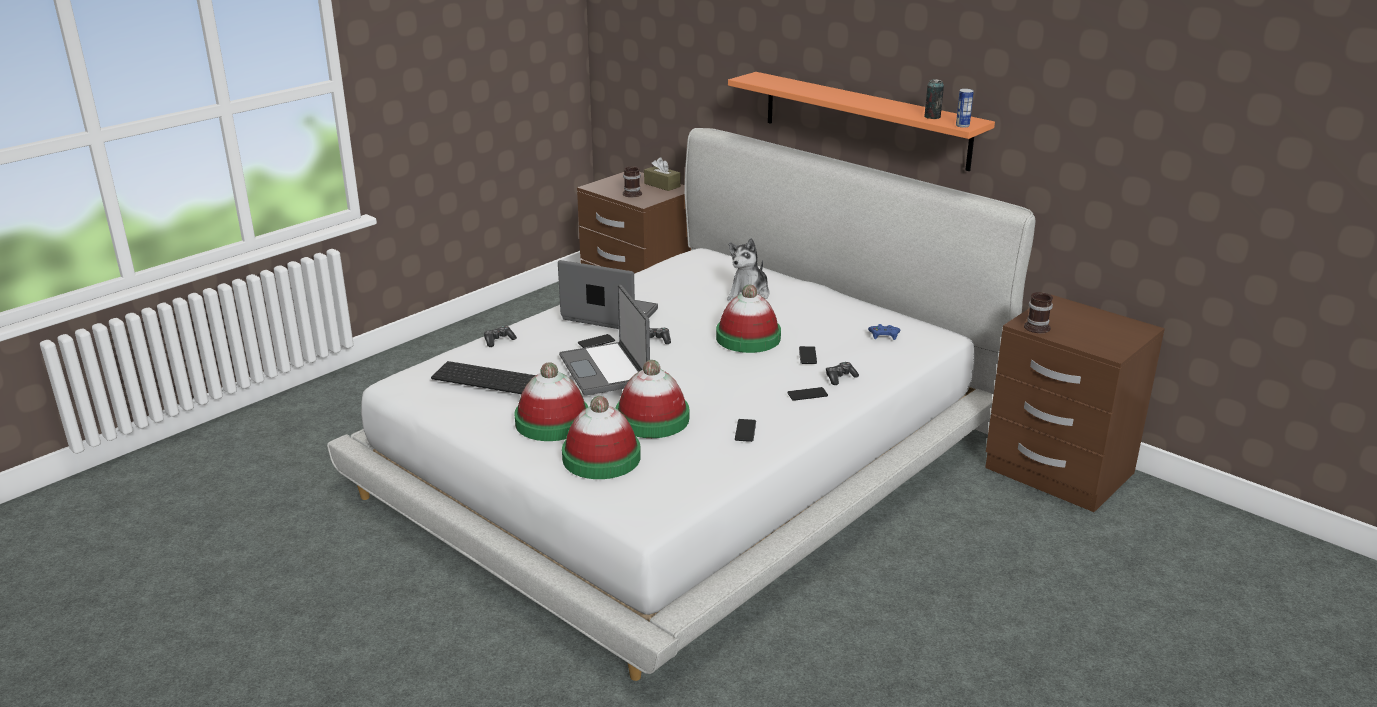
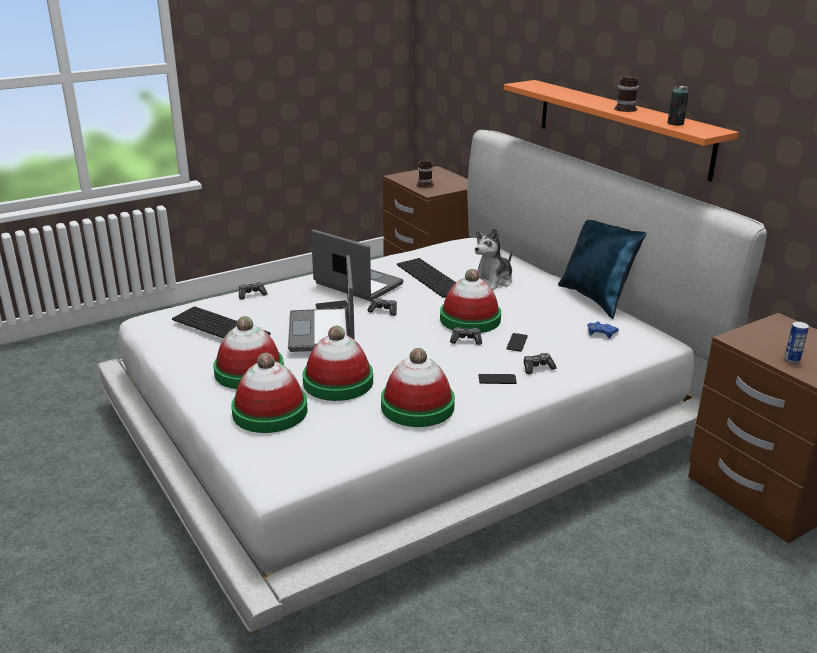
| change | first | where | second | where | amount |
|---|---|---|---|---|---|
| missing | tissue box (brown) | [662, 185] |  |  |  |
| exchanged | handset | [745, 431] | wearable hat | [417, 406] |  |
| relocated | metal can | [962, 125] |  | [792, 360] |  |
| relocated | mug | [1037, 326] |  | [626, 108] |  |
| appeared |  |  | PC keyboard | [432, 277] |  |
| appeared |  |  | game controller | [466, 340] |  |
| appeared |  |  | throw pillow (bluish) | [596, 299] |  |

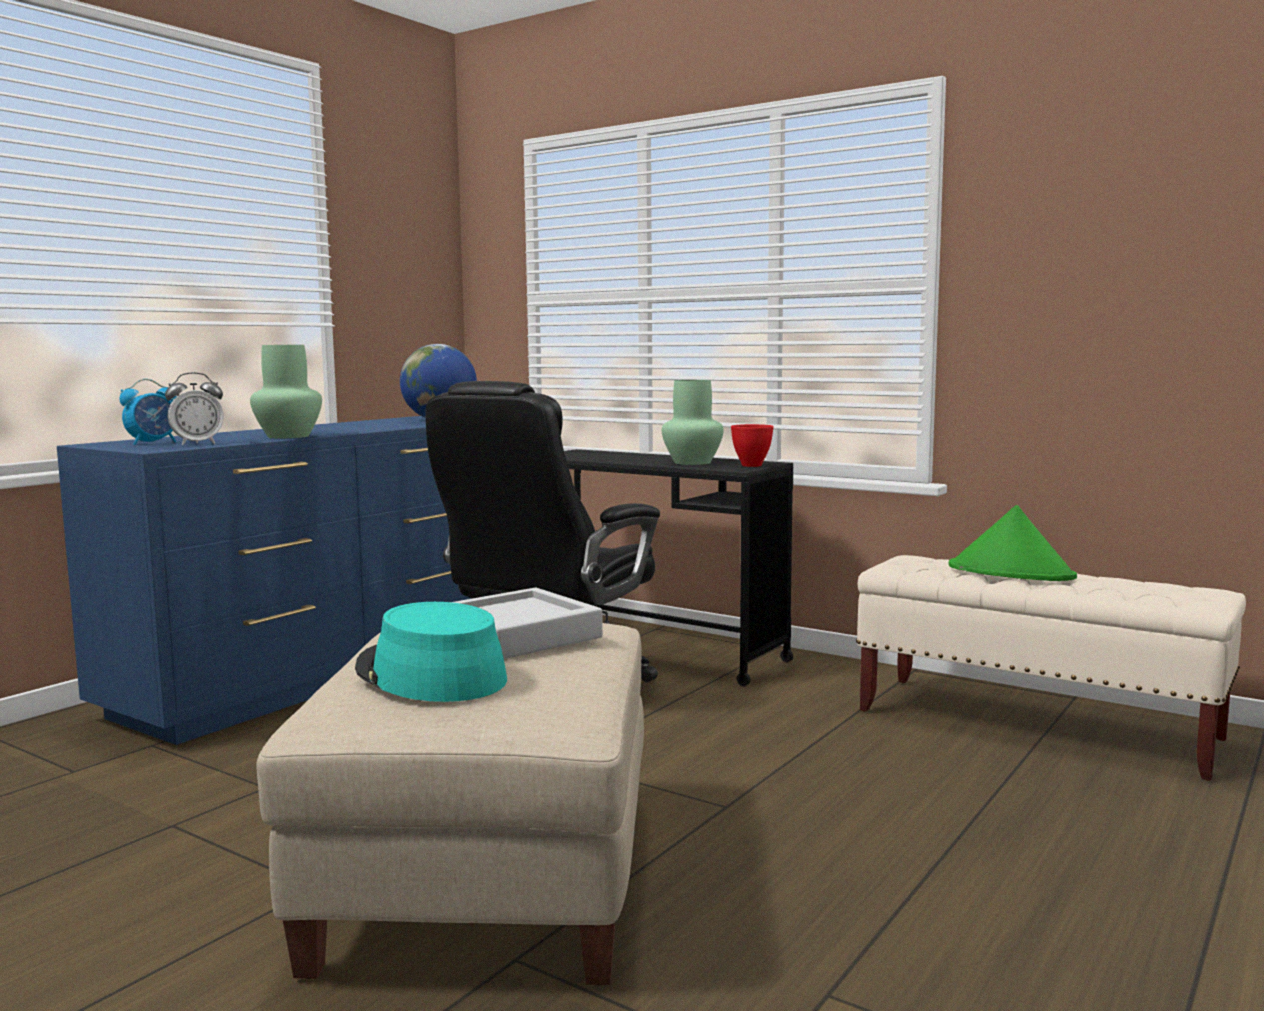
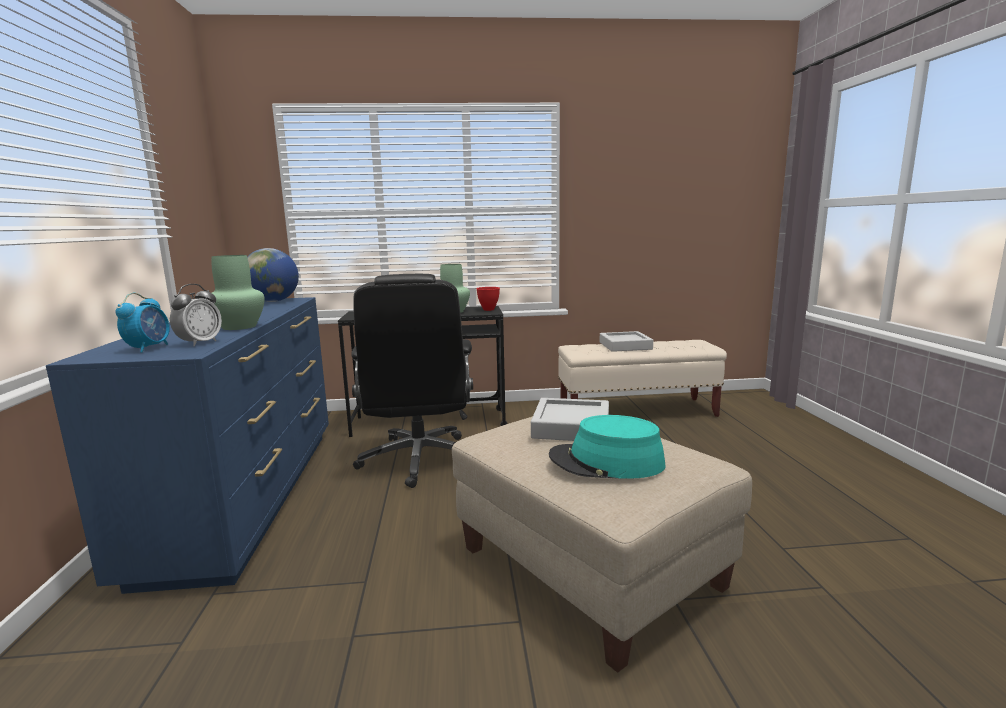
| change | first | where | second | where | amount |
|---|---|---|---|---|---|
| exchanged | wearable hat (greenish) | [1011, 572] | carrying tray (greyish) | [625, 346] |  |

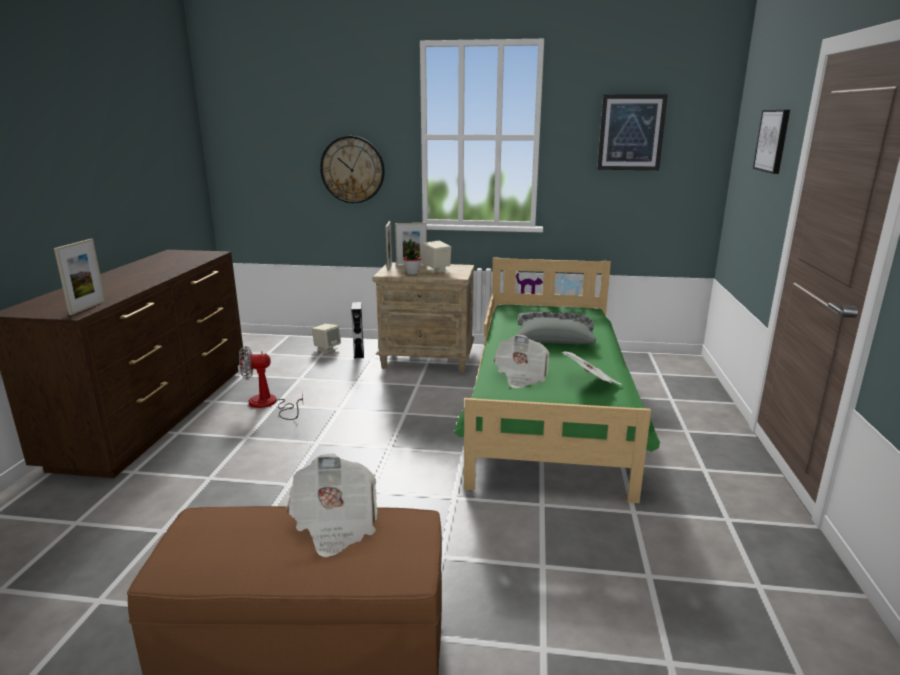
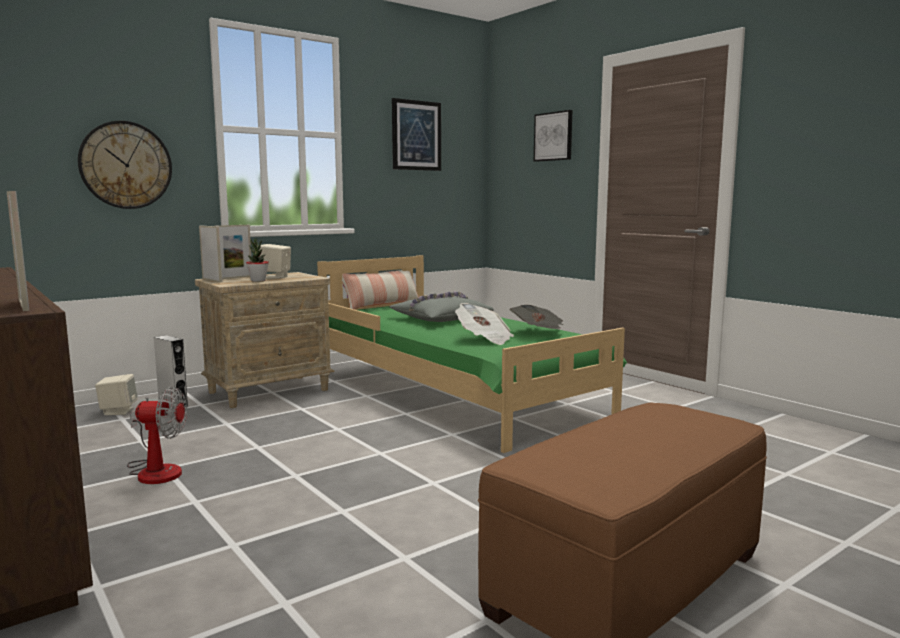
| change | first | where | second | where | amount |
|---|---|---|---|---|---|
| spun | fan | [269, 405] |  | [156, 470] | 120 degrees counterclockwise |
| missing | printed paper | [335, 525] |  |  |  |
| appeared |  |  | throw pillow | [382, 305] |  |

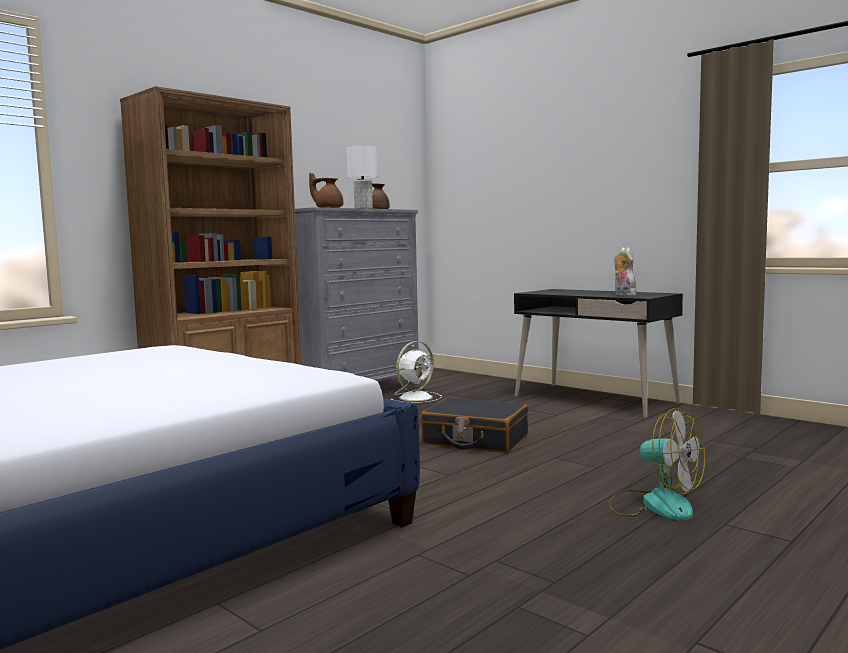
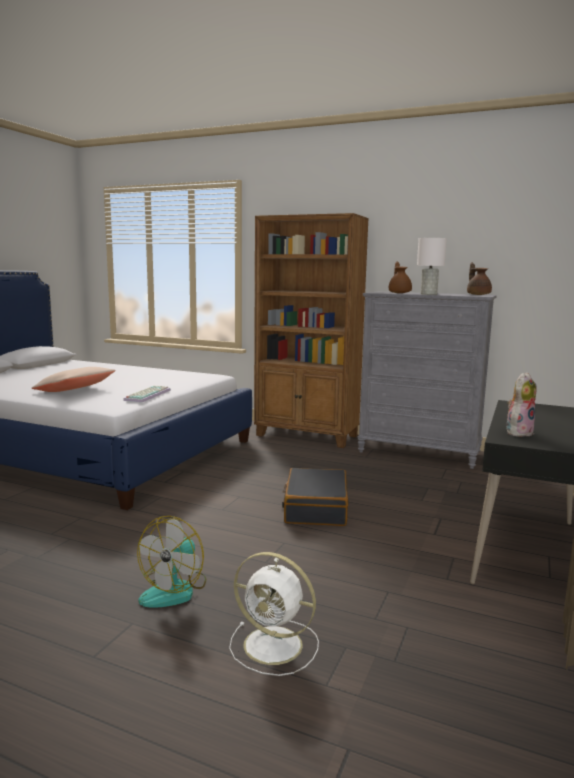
| change | first | where | second | where | amount |
|---|---|---|---|---|---|
| relocated | fan (white) | [417, 397] |  | [275, 646] |  |
| appeared |  |  | throw pillow (beige) | [75, 391] |  |
| appeared |  |  | PC keyboard | [147, 395] |  |

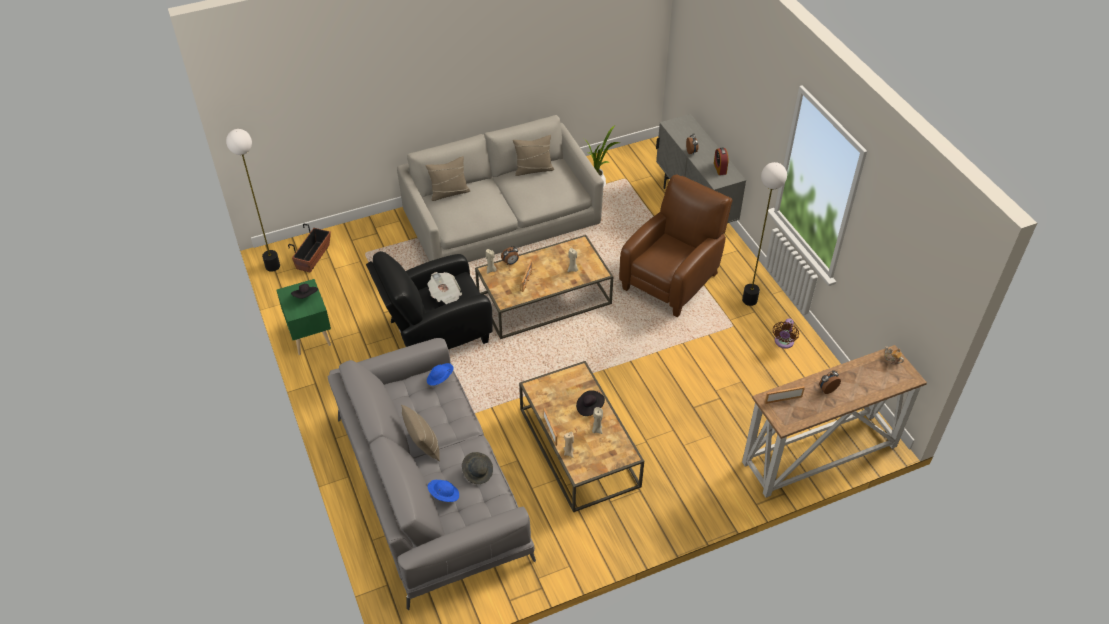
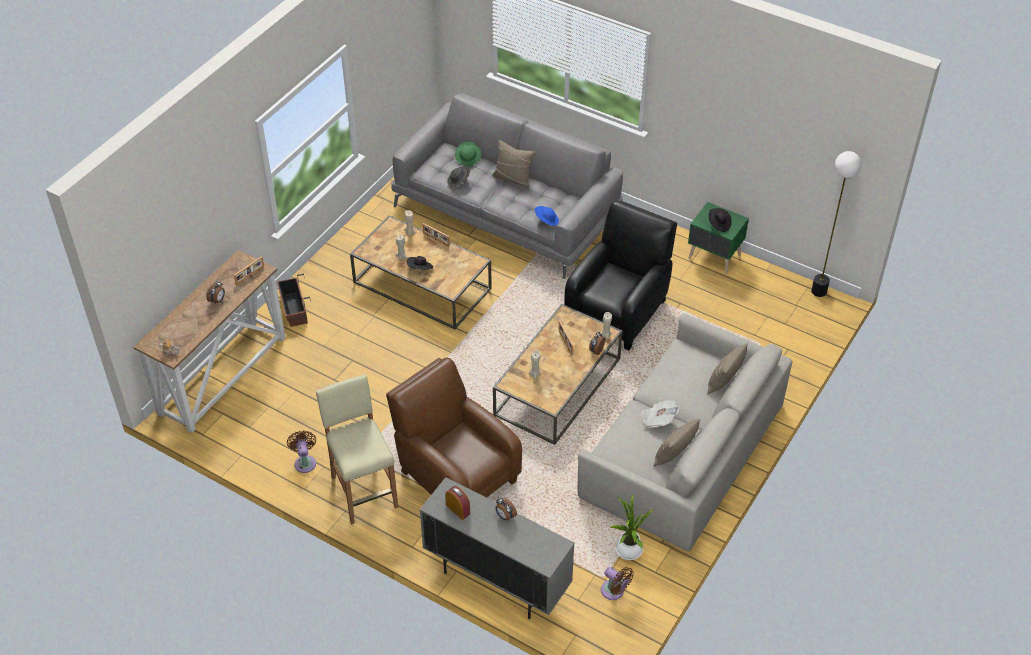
| change | first | where | second | where | amount |
|---|---|---|---|---|---|
| relocated | flower pot | [313, 257] |  | [294, 309] |  |
| relocated | printed paper | [445, 295] |  | [658, 419] |  |
| colour | wearable hat (bluish) | [443, 495] | wearable hat (greenish) | [468, 159] |  |
| spun | easy chair (brown) | [672, 279] |  | [455, 473] | 135 degrees clockwise |
| exchanged | floor lamp | [749, 300] | stool seat (beige) | [364, 491] |  |
| appeared |  |  | fan (brown) | [614, 592] |  |

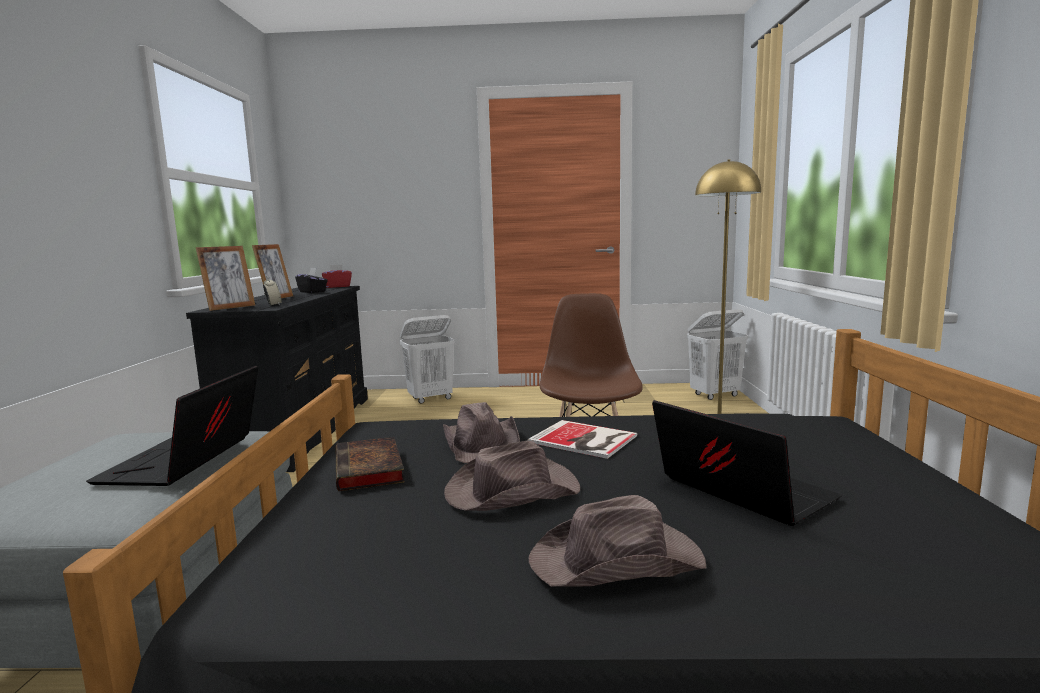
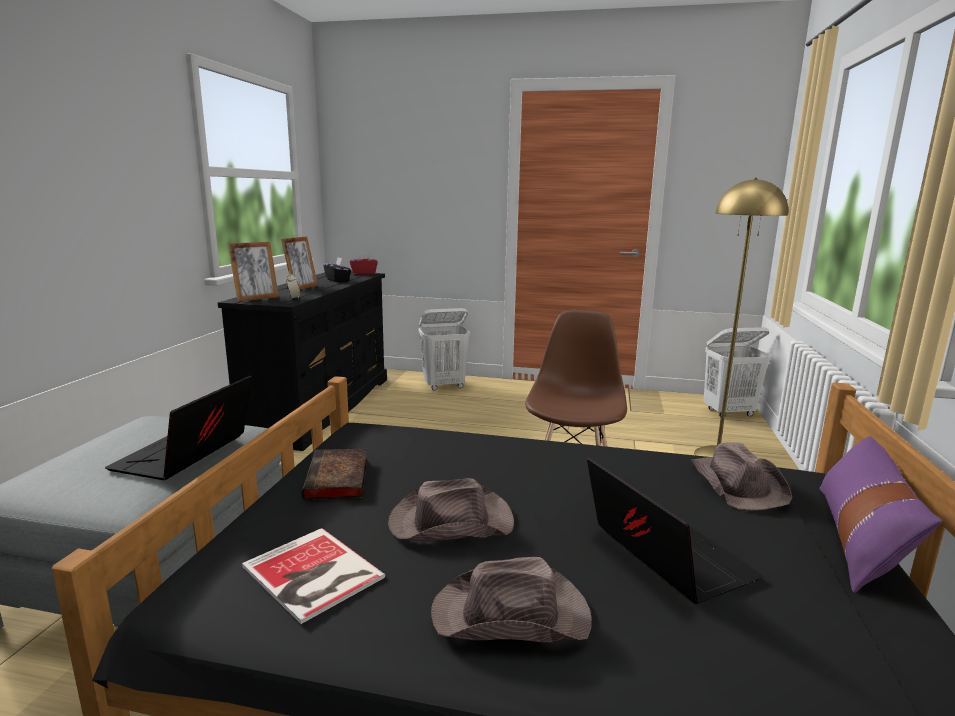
| change | first | where | second | where | amount |
|---|---|---|---|---|---|
| relocated | wearable hat (brown) | [482, 443] |  | [738, 484] |  |
| relocated | book | [584, 440] |  | [312, 575] |  |
| appeared |  |  | throw pillow (purple-coloured) | [860, 538] |  |

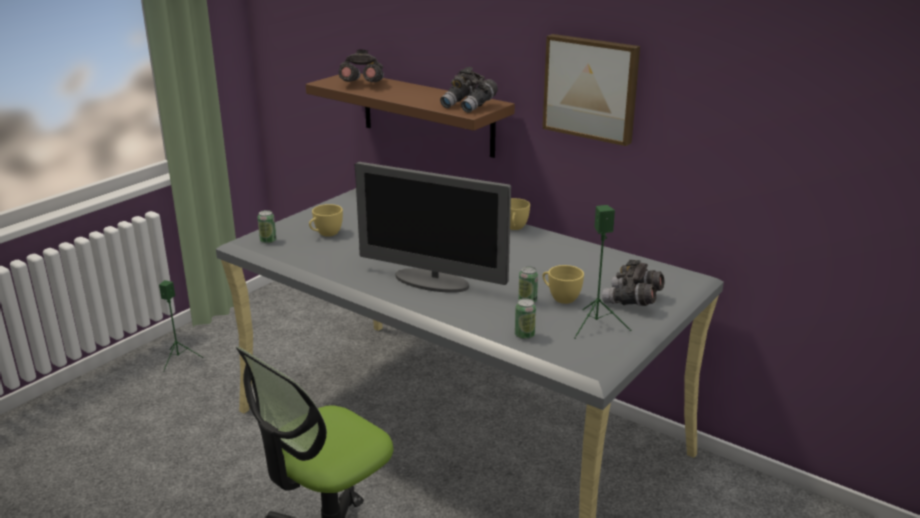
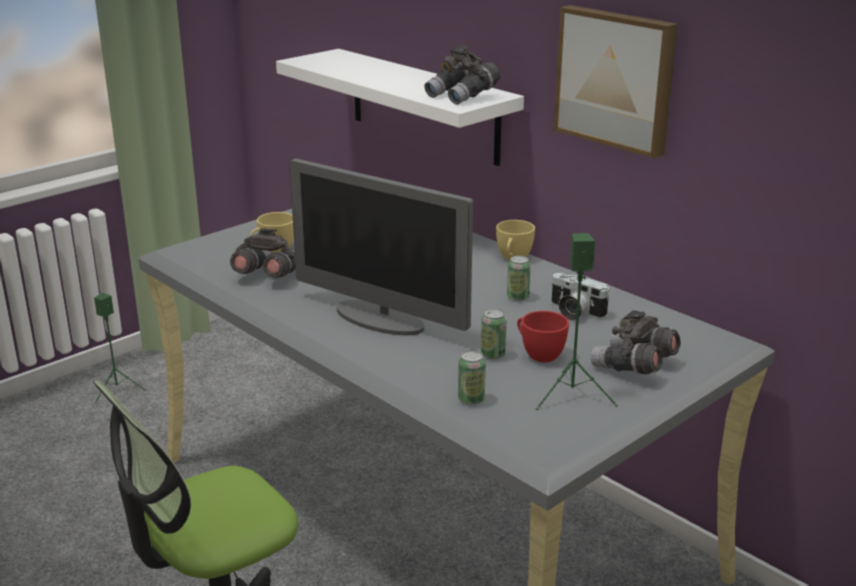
| change | first | where | second | where | amount |
|---|---|---|---|---|---|
| relocated | metal can | [268, 241] |  | [517, 297] |  |
| colour | shelf (brown) | [427, 114] | shelf (white) | [423, 106] |  |
| relocated | field glasses (greyish) | [362, 84] |  | [267, 276] |  |
| colour | cup (yellow-coloured) | [560, 298] | cup (red) | [538, 354] |  |
| appeared |  |  | still camera | [574, 312] |  |

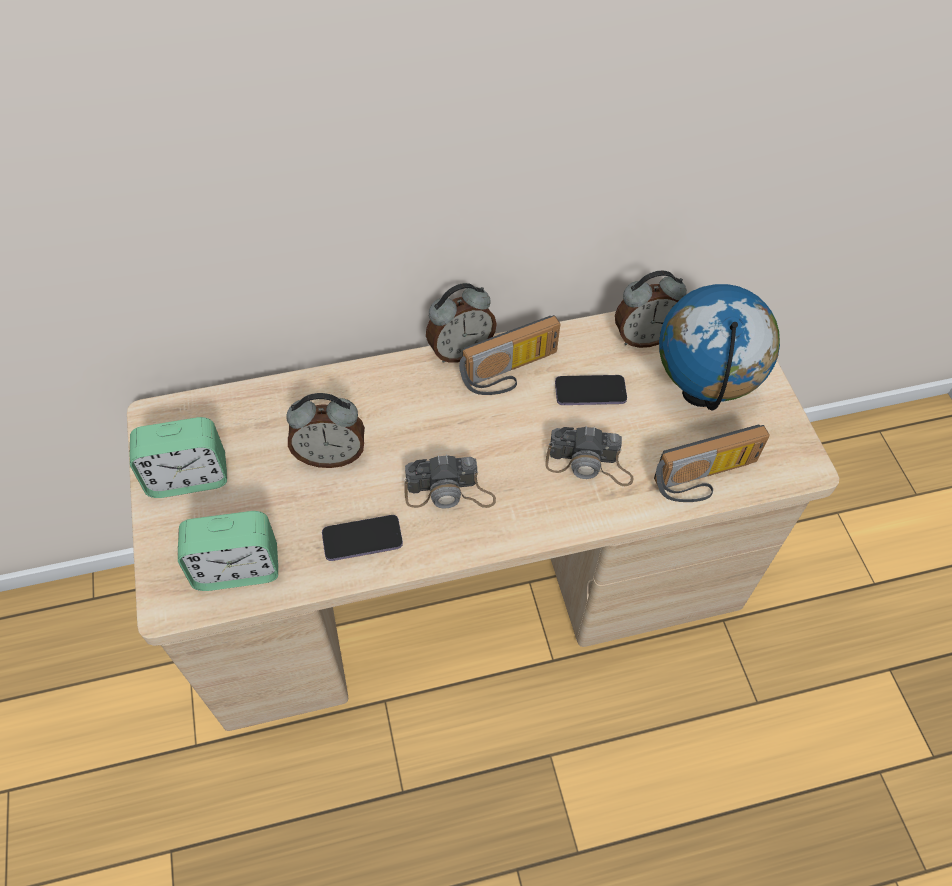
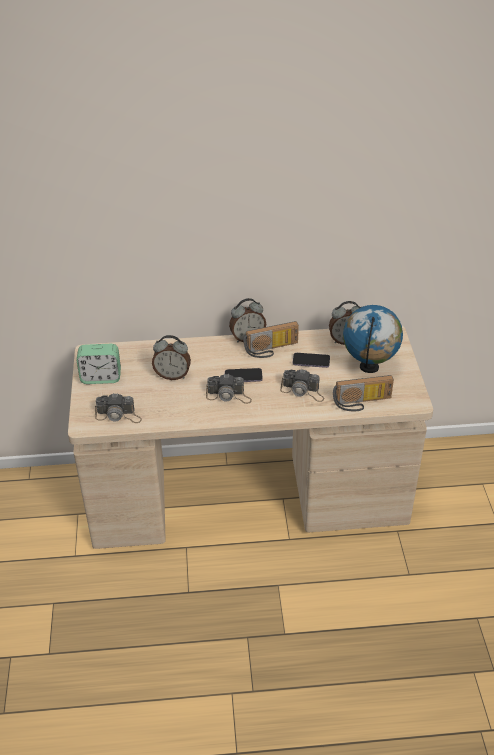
| change | first | where | second | where | amount |
|---|---|---|---|---|---|
| exchanged | alarm clock | [237, 569] | still camera | [118, 415] |  |
| relocated | handset | [362, 539] |  | [243, 376] |  |

